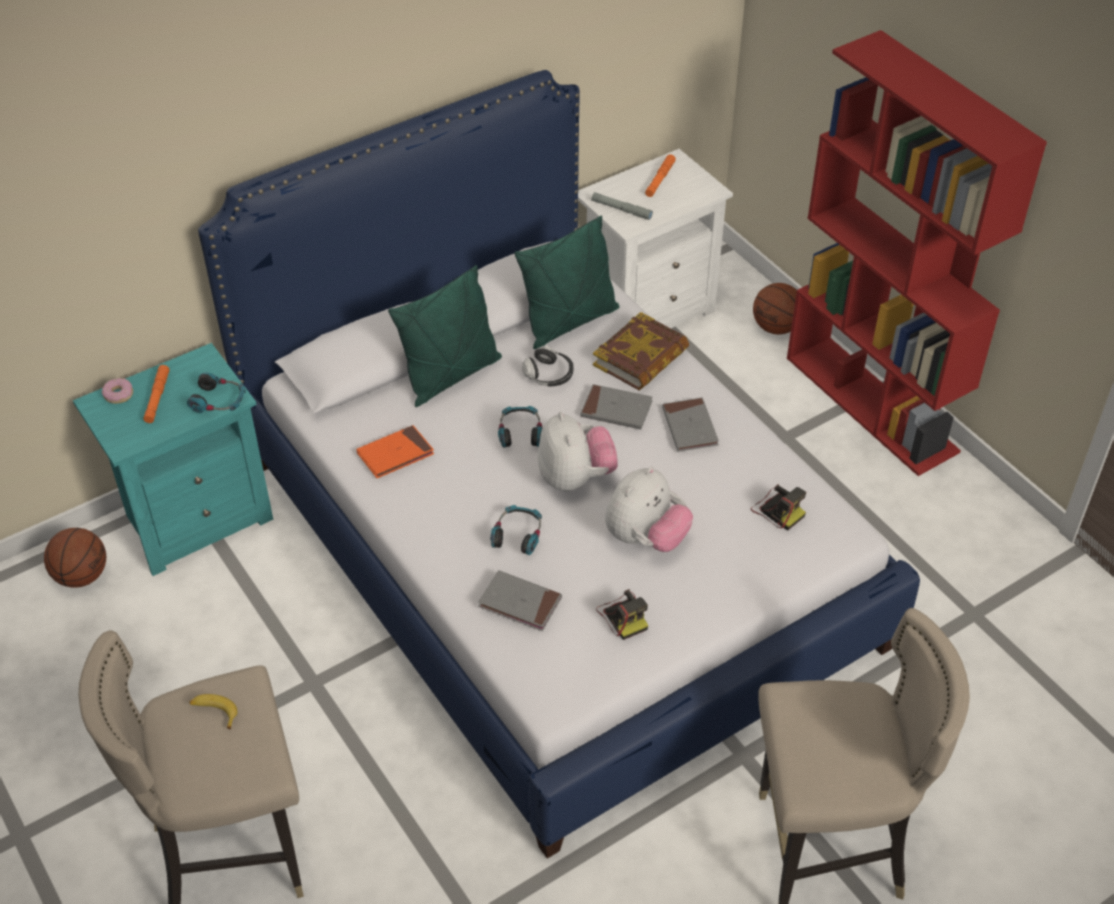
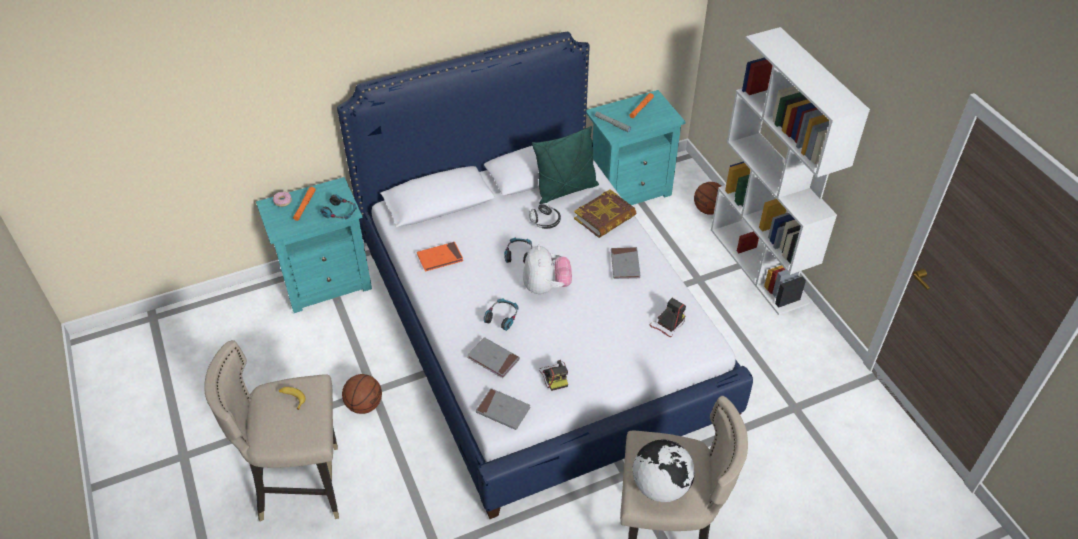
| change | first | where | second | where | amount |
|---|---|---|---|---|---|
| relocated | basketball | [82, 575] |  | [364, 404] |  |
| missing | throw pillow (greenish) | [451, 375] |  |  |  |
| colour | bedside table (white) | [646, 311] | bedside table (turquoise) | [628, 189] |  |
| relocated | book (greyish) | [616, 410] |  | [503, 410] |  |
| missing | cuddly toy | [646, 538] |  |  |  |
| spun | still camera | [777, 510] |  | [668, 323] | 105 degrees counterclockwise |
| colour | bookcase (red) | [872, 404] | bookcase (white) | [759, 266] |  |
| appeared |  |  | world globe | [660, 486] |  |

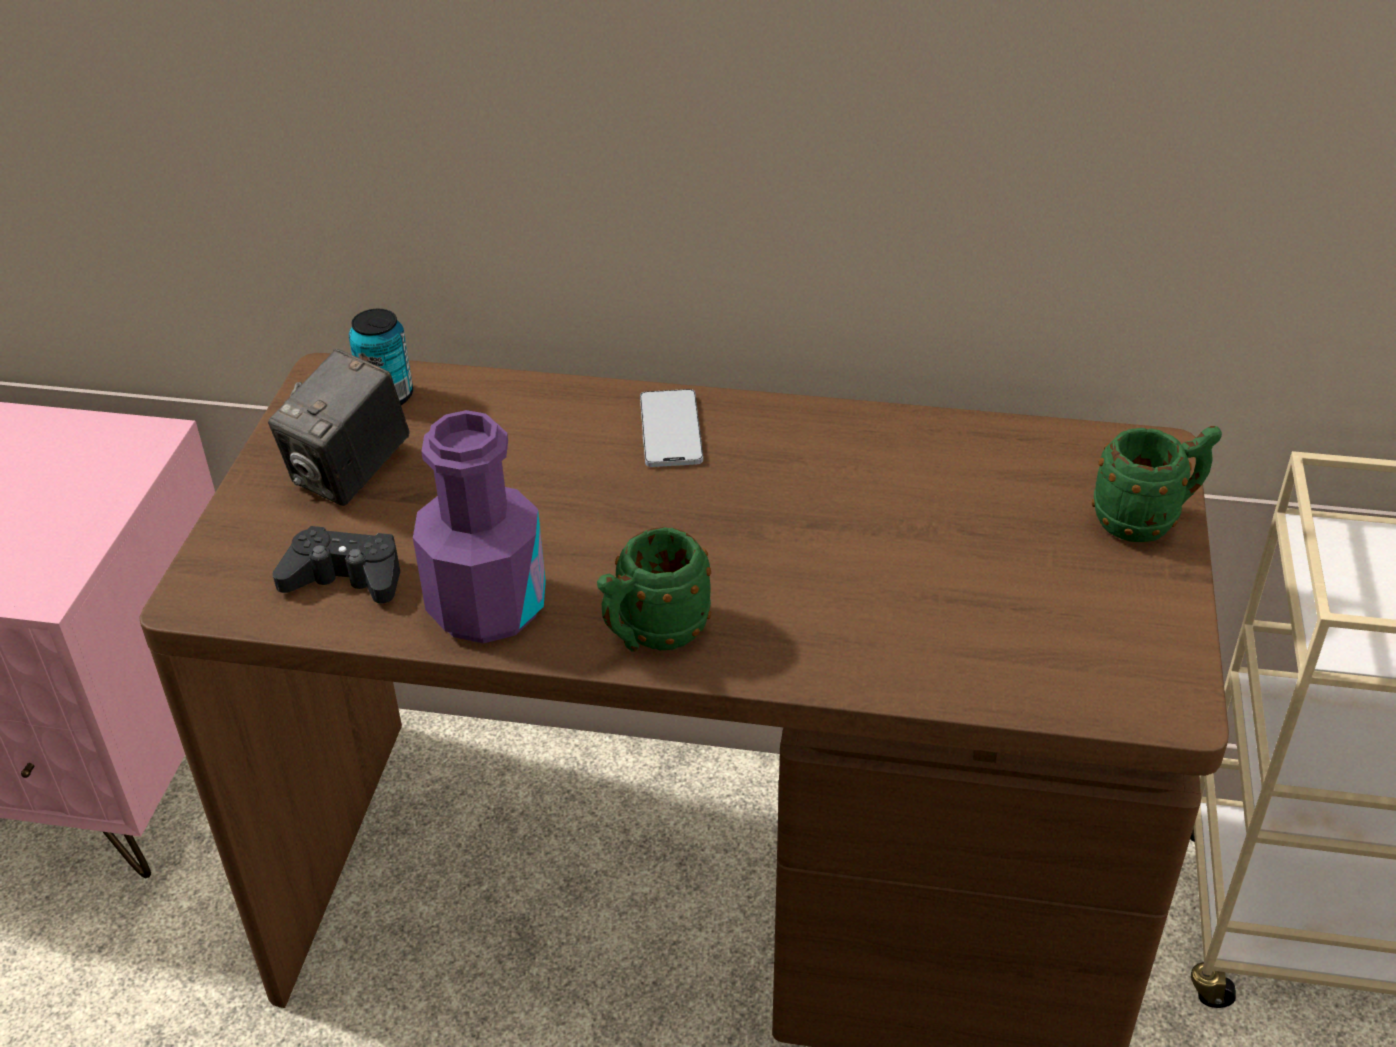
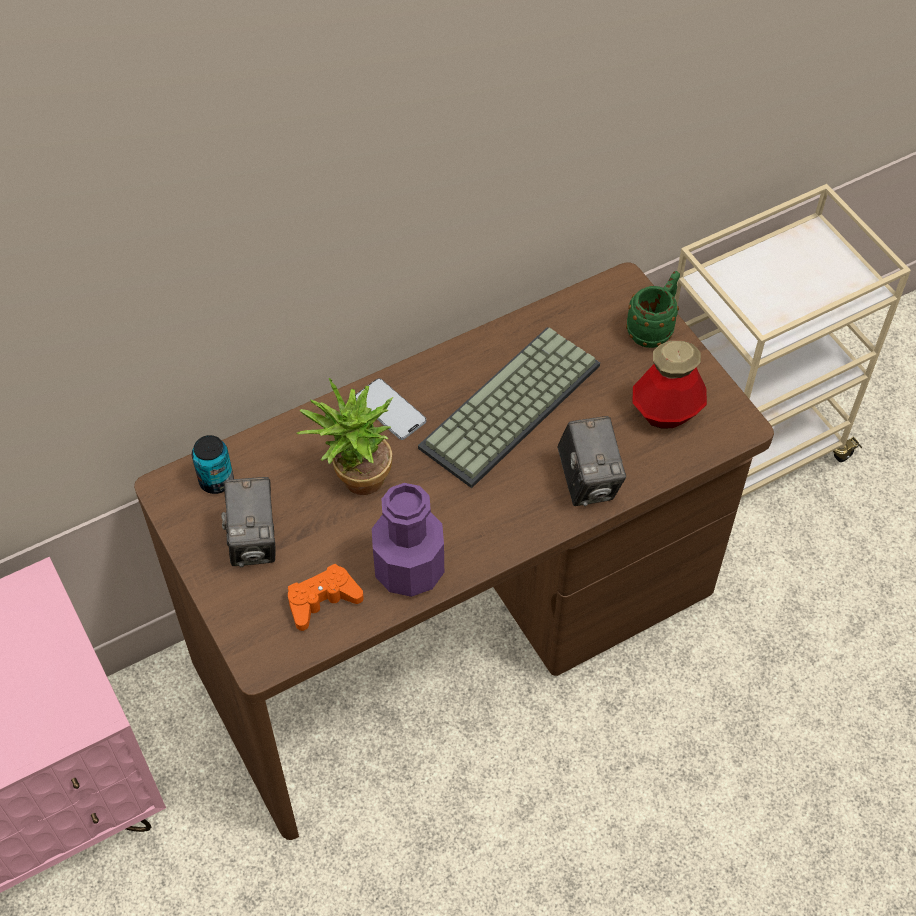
| change | first | where | second | where | amount |
|---|---|---|---|---|---|
| colour | game controller (blackish) | [345, 577] | game controller (orange) | [322, 600] |  |
| missing | mug (greenish) | [652, 635] |  |  |  |
| appeared |  |  | potted plant | [354, 480] |  |
| appeared |  |  | PC keyboard | [512, 410] |  |
| appeared |  |  | still camera | [588, 481] |  |
| appeared |  |  | bottle | [666, 412] |  |

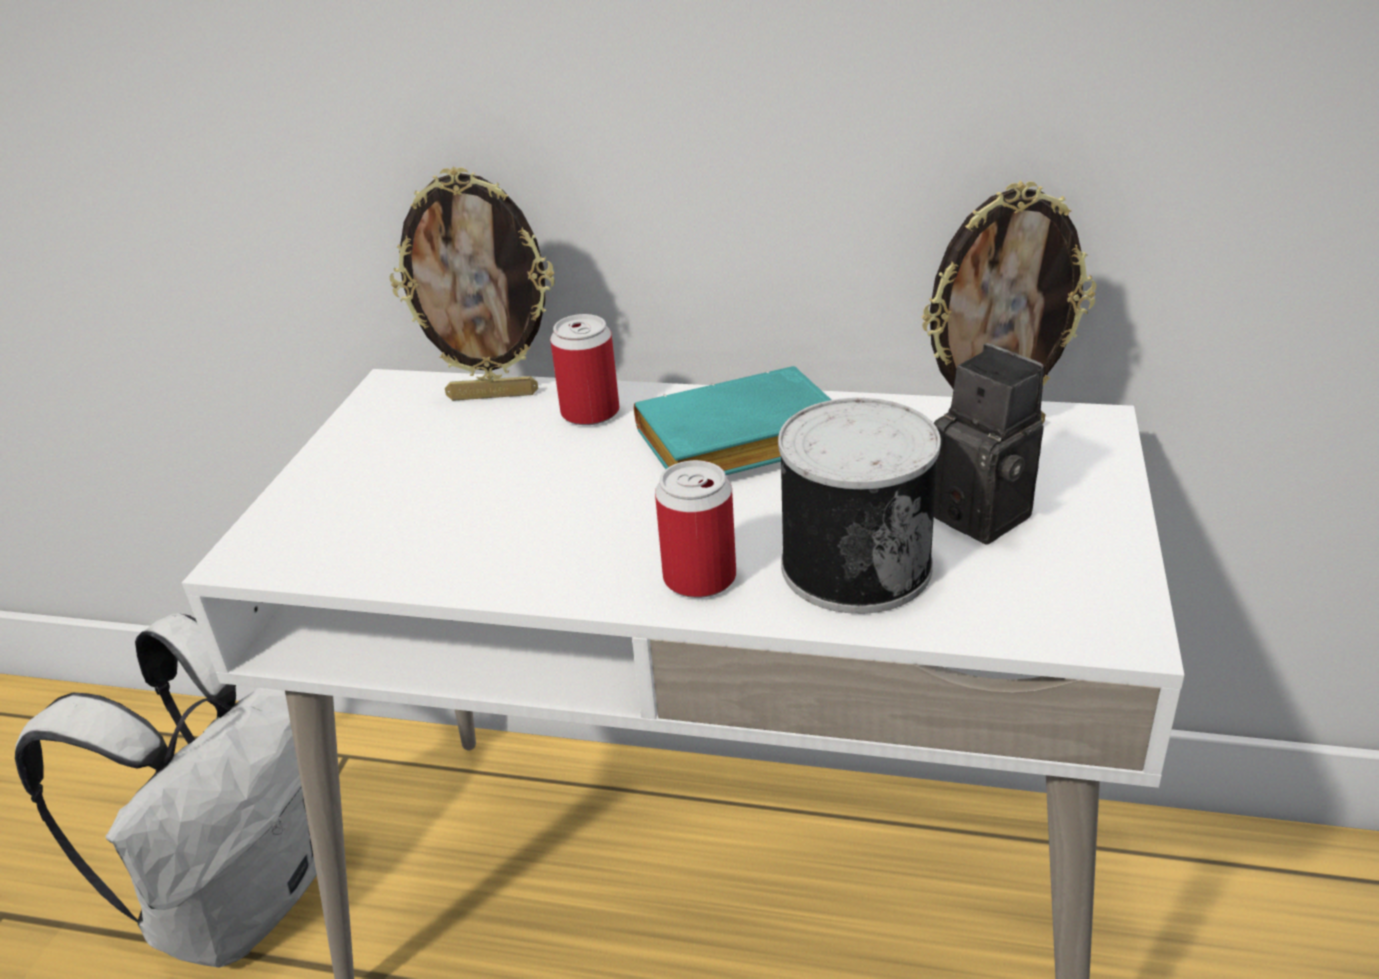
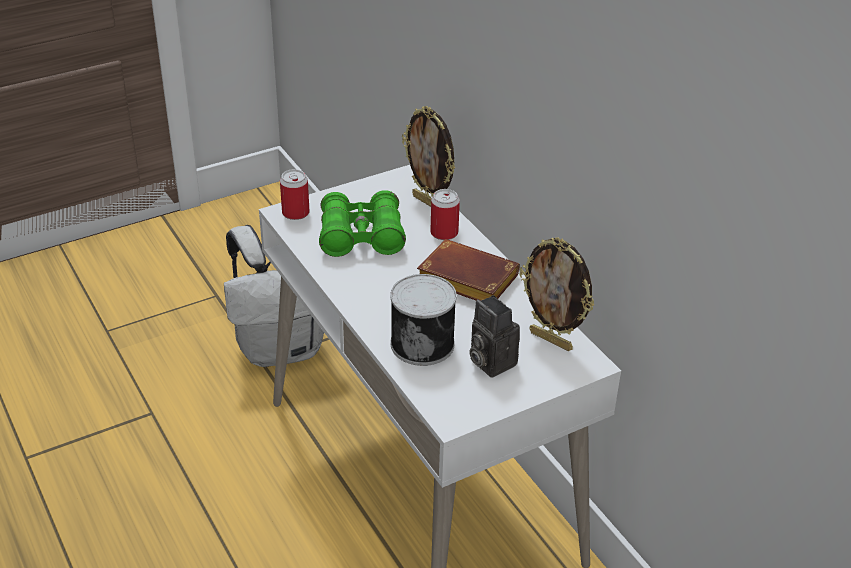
| change | first | where | second | where | amount |
|---|---|---|---|---|---|
| colour | book (turquoise) | [736, 446] | book (brown) | [464, 280] |  |
| relocated | metal can | [699, 578] |  | [295, 213] |  |
| spun | still camera | [987, 514] |  | [489, 361] | 135 degrees clockwise |
| appeared |  |  | field glasses (greenish) | [361, 236] |  |

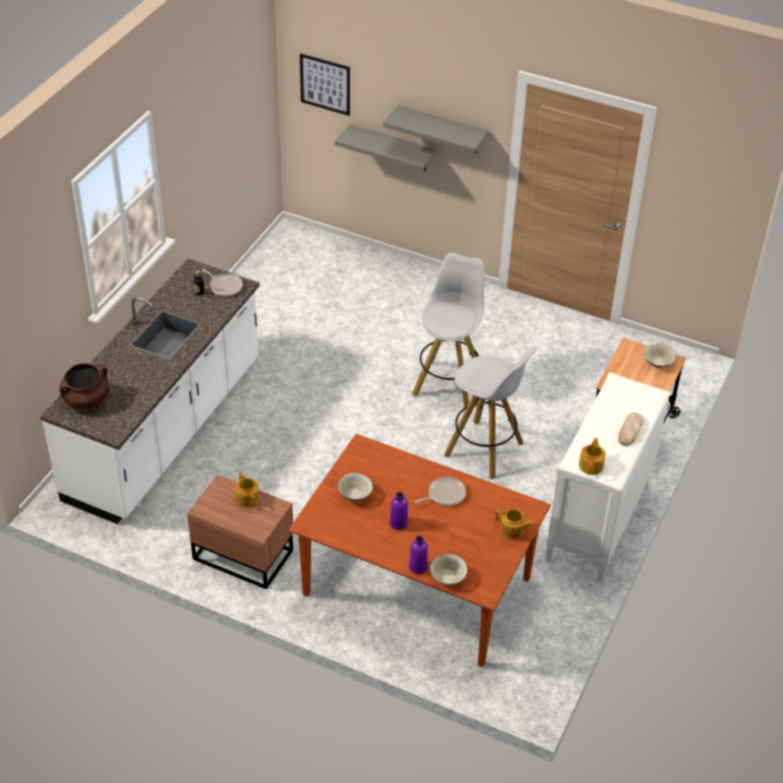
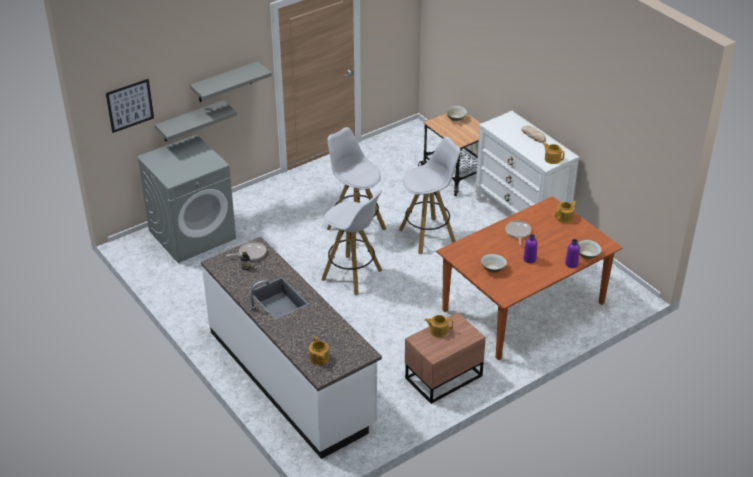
| change | first | where | second | where | amount |
|---|---|---|---|---|---|
| exchanged | stockpot (brown) | [86, 399] | pot for tea | [319, 358] |  |
| appeared |  |  | laundry machine (greyish) | [192, 234] |  |
| appeared |  |  | stool seat (white) | [353, 275] |  |

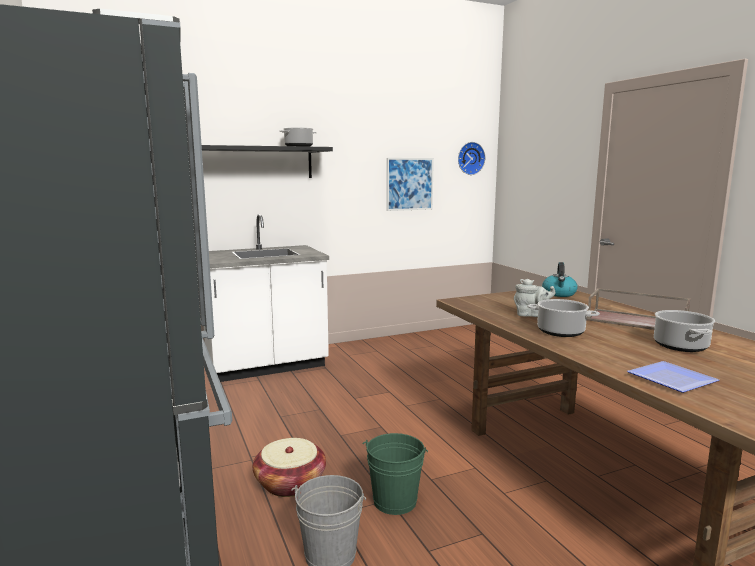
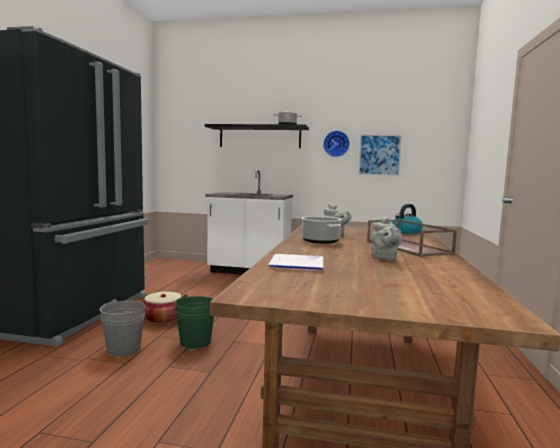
| change | first | where | second | where | amount |
|---|---|---|---|---|---|
| relocated | hanging clock | [470, 158] |  | [336, 144] |  |
| exchanged | stockpot | [679, 345] | pot for tea (greyish) | [384, 258] |  |

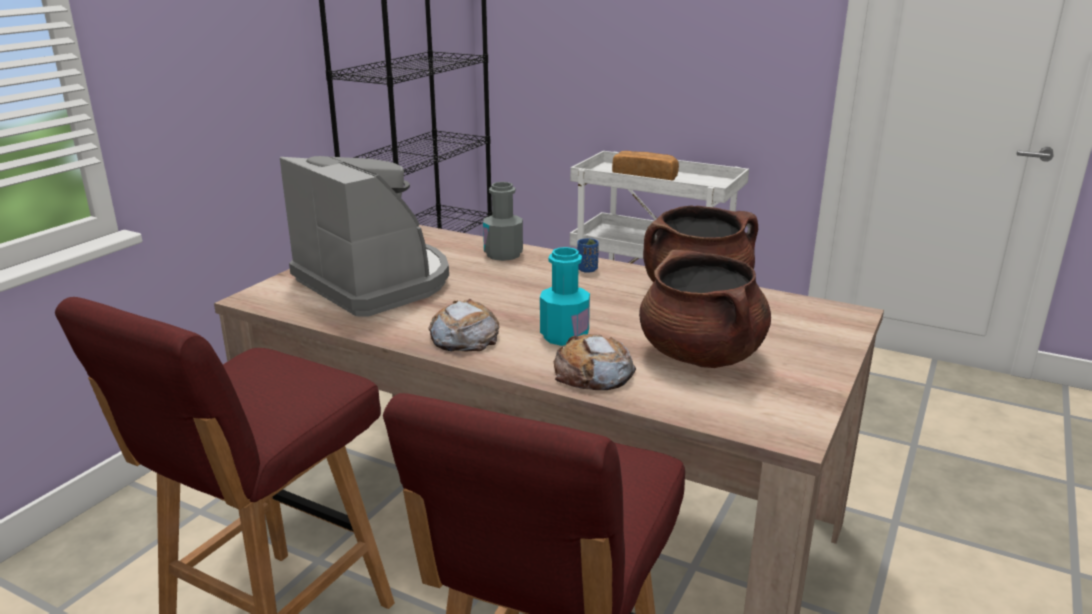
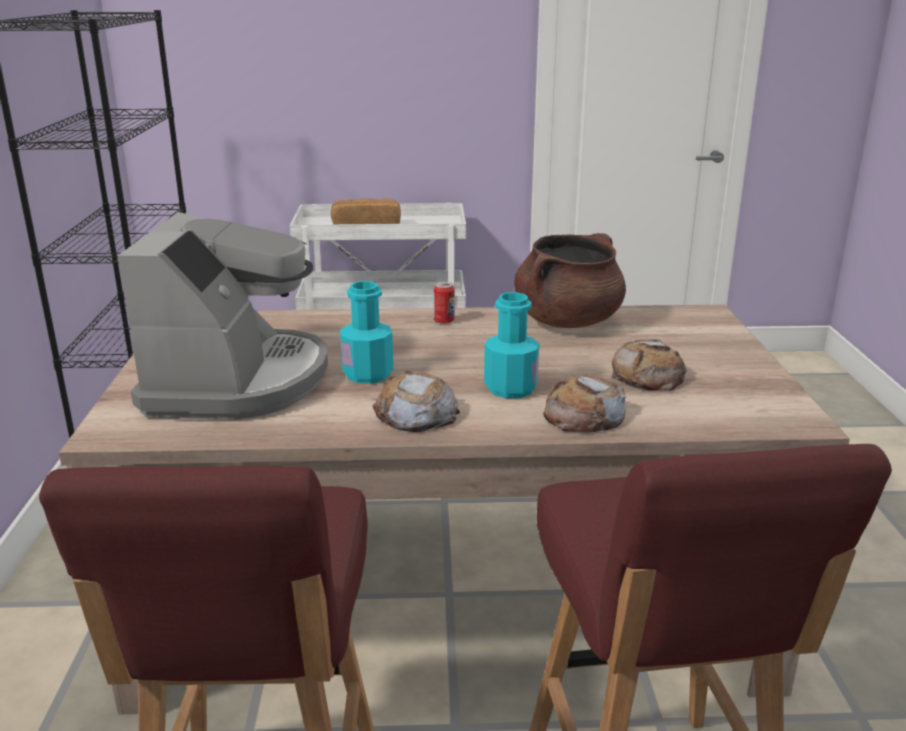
| change | first | where | second | where | amount |
|---|---|---|---|---|---|
| spun | coffee machine | [375, 282] |  | [237, 381] | 75 degrees clockwise |
| missing | bottle (greyish) | [503, 254] |  |  |  |
| exchanged | cup (bluish) | [587, 269] | metal can | [444, 321] |  |
| exchanged | stockpot (brown) | [701, 355] | bread | [648, 375] |  |
| appeared |  |  | bottle (turquoise) | [367, 374] |  |

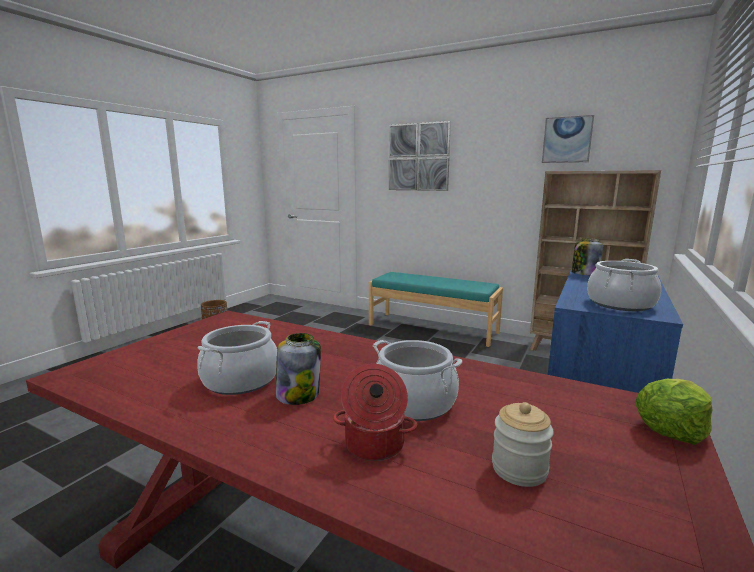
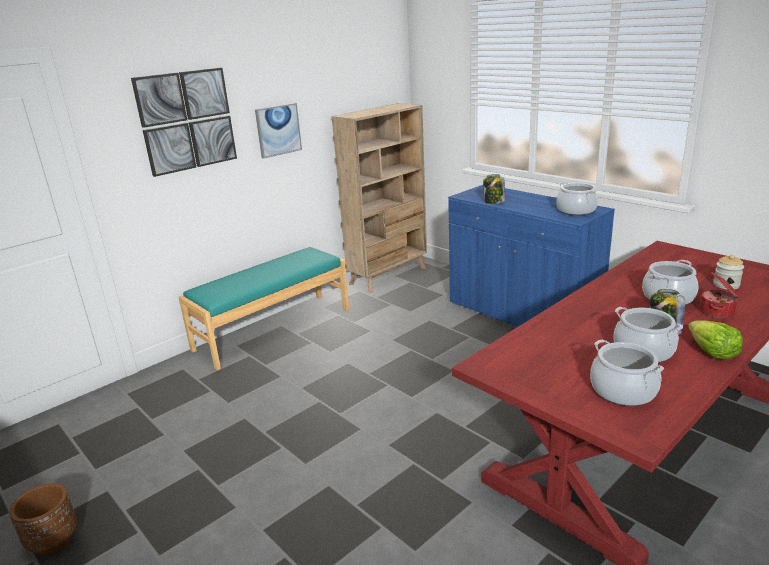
| change | first | where | second | where | amount |
|---|---|---|---|---|---|
| relocated | picture | [567, 140] |  | [278, 130] |  |
| relocated | lettuce | [671, 428] |  | [712, 352] |  |
| appeared |  |  | stockpot | [623, 390] |  |

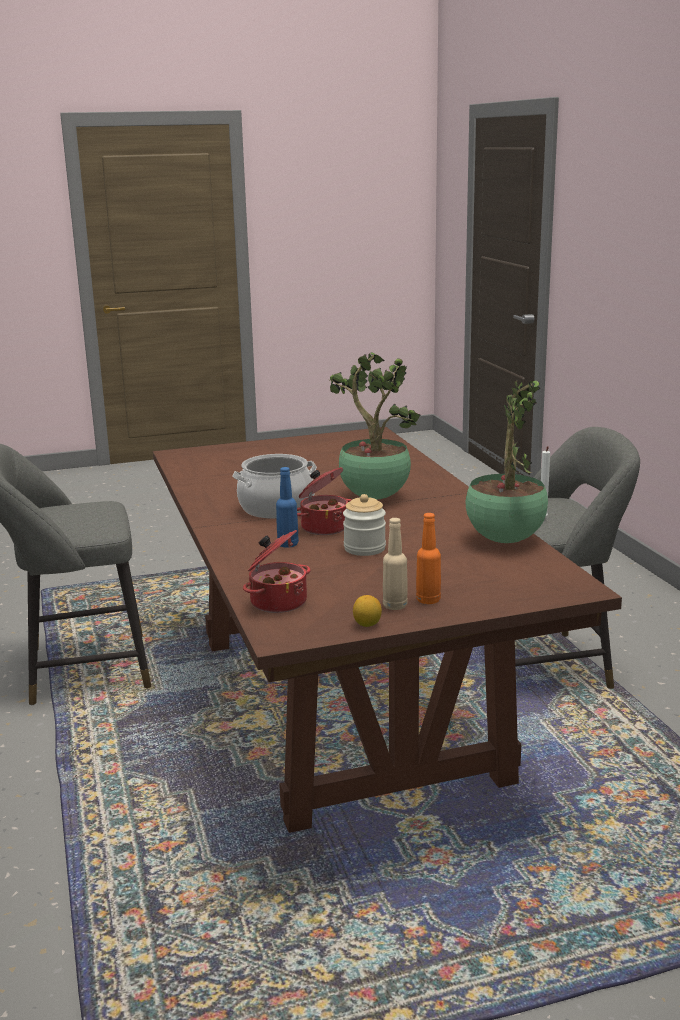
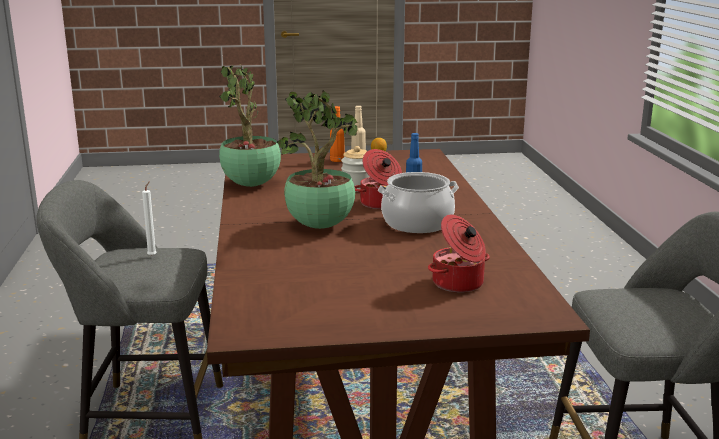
| change | first | where | second | where | amount |
|---|---|---|---|---|---|
| relocated | stockpot | [277, 601] |  | [459, 284] |  |

